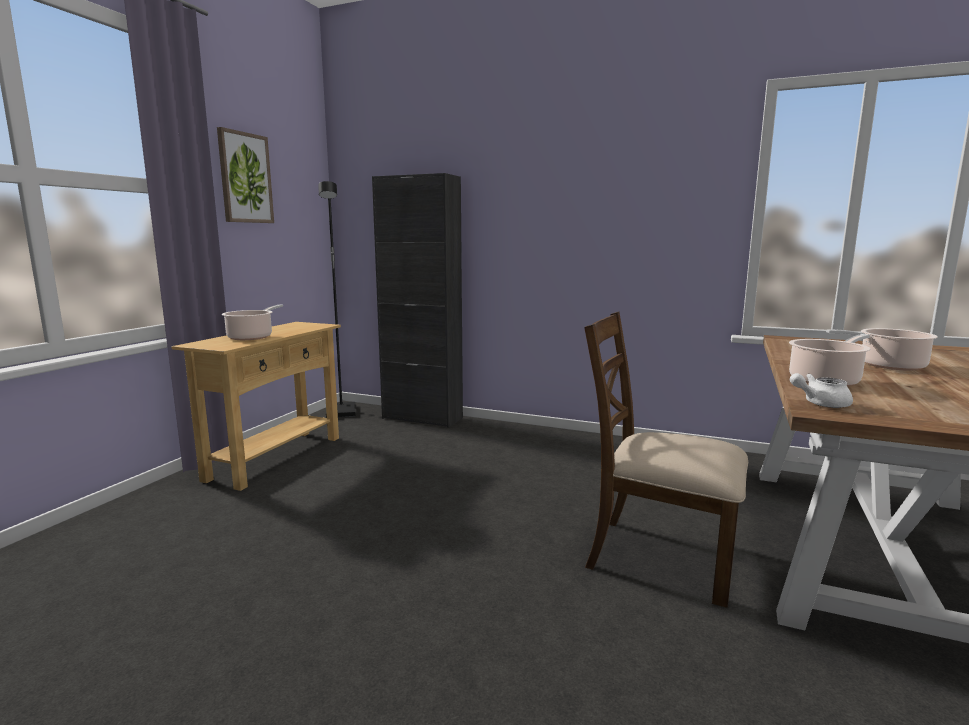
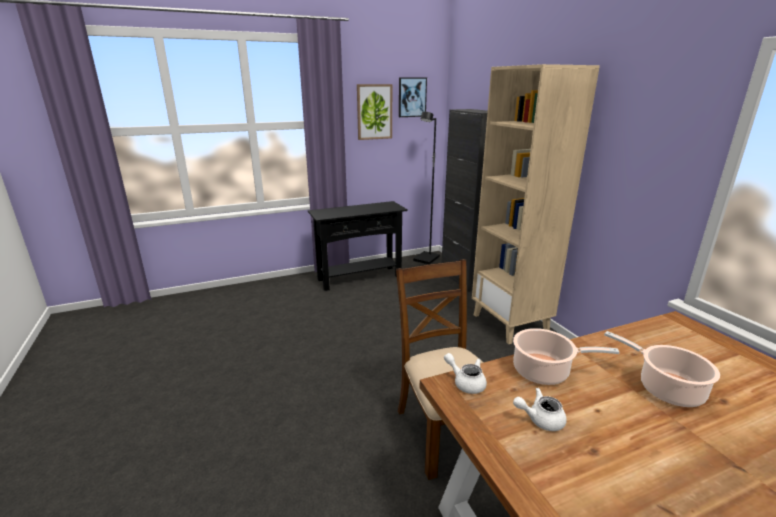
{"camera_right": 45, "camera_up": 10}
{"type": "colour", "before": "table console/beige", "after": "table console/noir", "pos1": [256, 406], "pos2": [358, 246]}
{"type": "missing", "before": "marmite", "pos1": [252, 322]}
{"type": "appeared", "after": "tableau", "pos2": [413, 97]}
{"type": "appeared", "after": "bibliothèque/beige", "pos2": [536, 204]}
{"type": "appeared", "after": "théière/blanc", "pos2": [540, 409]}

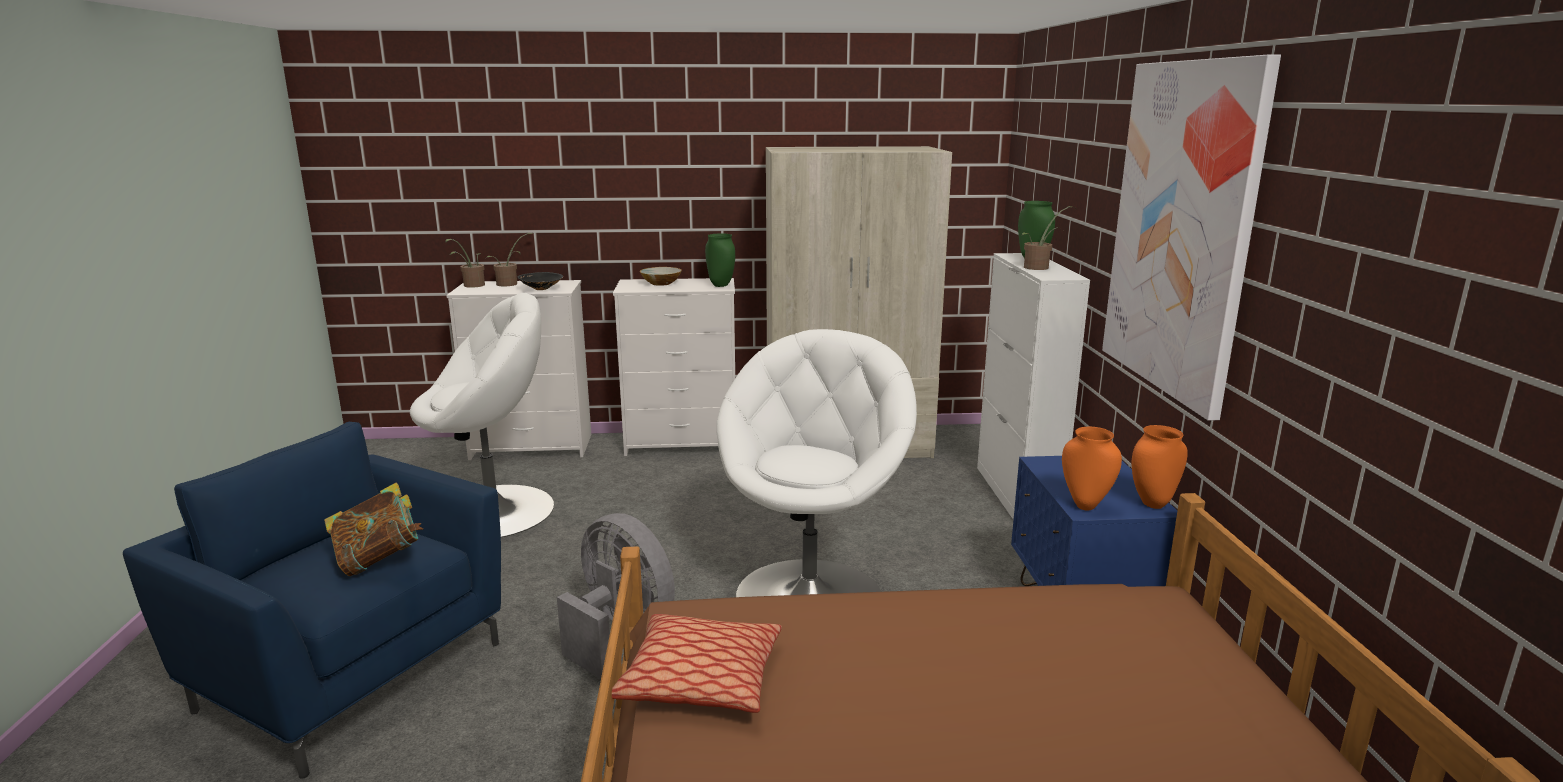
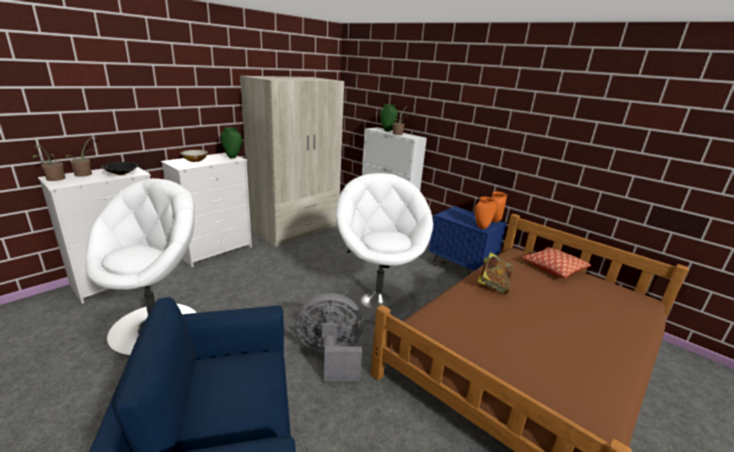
{"camera_right": -45, "camera_up": 5}
{"type": "relocated", "before": "livre", "pos1": [373, 529], "pos2": [495, 273]}
{"type": "relocated", "before": "coussin", "pos1": [697, 663], "pos2": [556, 262]}
{"type": "missing", "before": "tableau", "pos1": [1191, 238]}

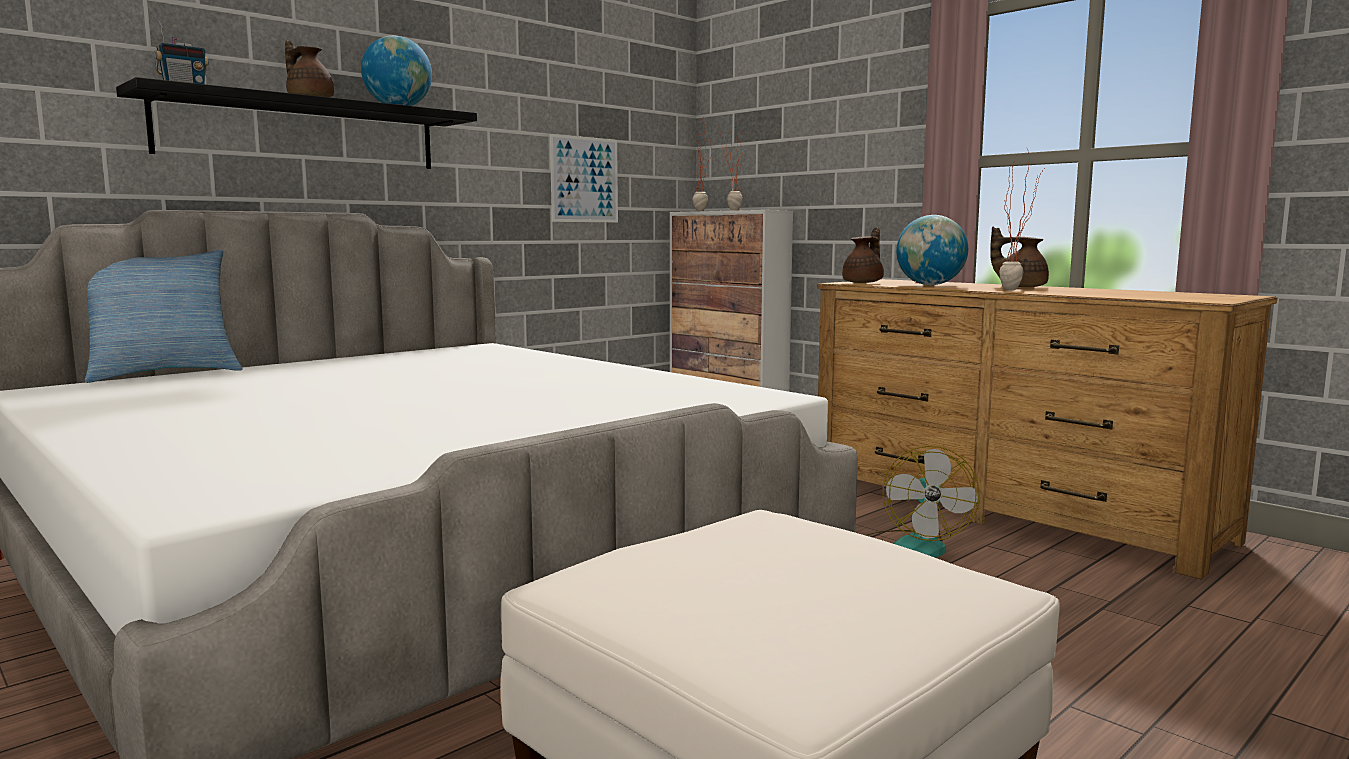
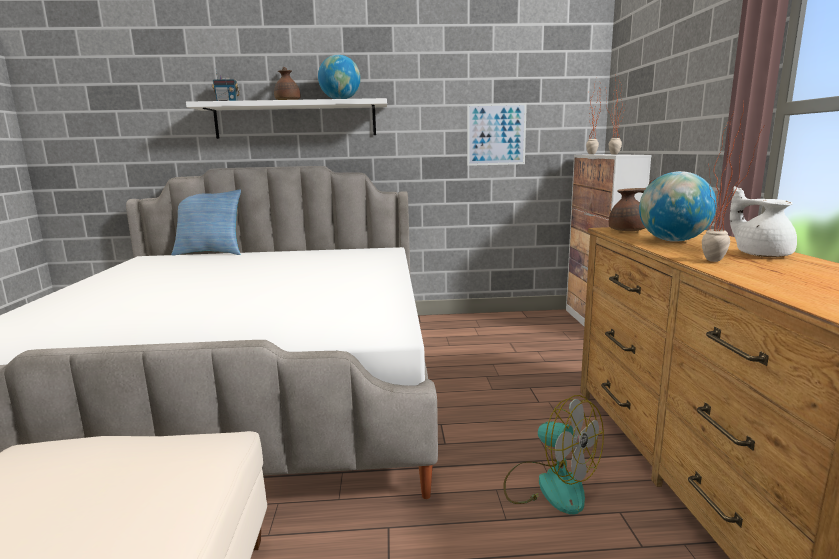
{"camera_right": 40, "camera_up": 5}
{"type": "colour", "before": "étagère/noir", "after": "étagère/blanc", "pos1": [296, 123], "pos2": [286, 118]}
{"type": "spun", "before": "ventilateur", "pos1": [922, 502], "pos2": [553, 455], "turn": -90}
{"type": "colour", "before": "théière/marron", "after": "théière/blanc", "pos1": [1019, 256], "pos2": [763, 221]}

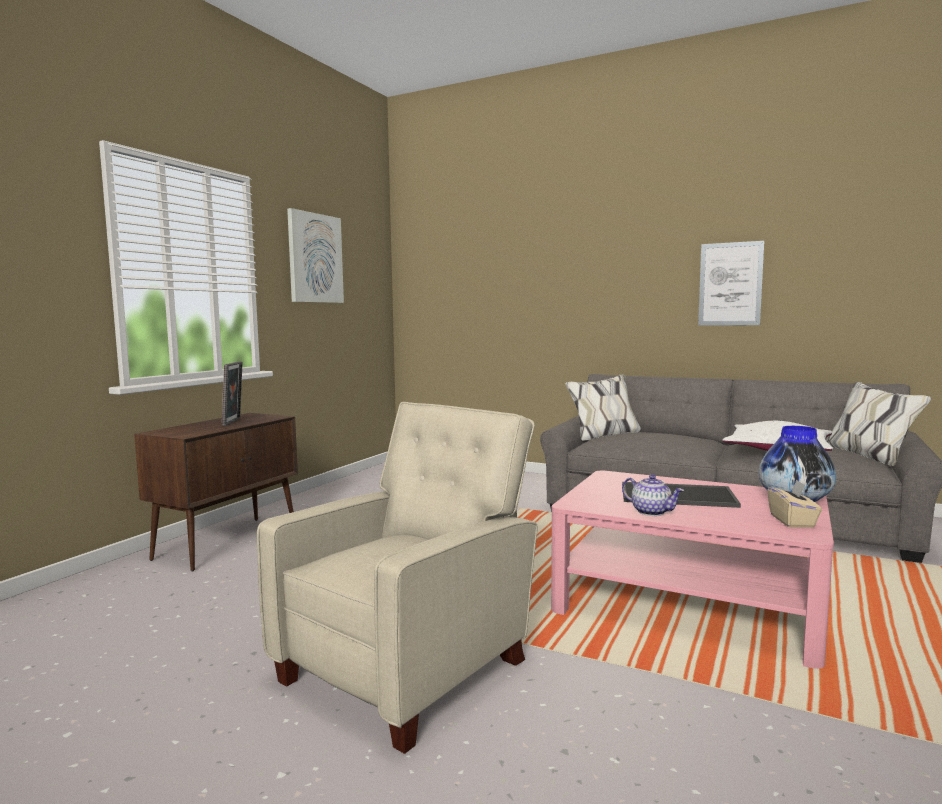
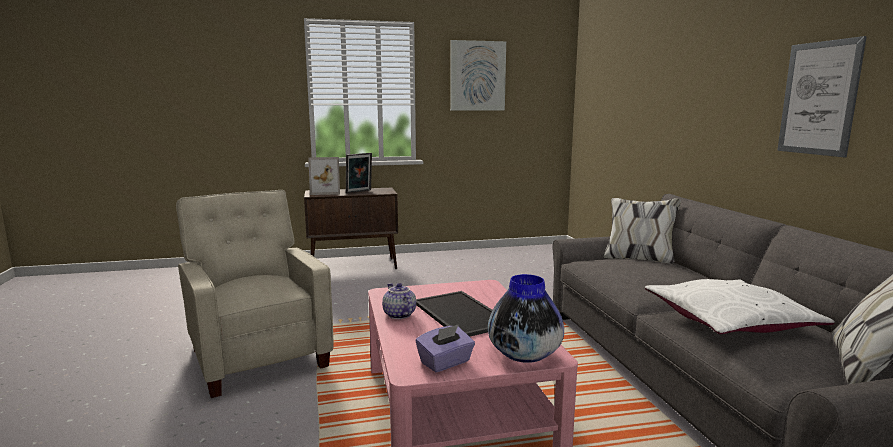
{"camera_right": 50, "camera_up": 5}
{"type": "spun", "before": "fauteuil/beige", "pos1": [397, 578], "pos2": [255, 294], "turn": -120}
{"type": "spun", "before": "théière", "pos1": [653, 495], "pos2": [399, 301], "turn": 150}
{"type": "colour", "before": "boîte à mouchoirs/beige", "after": "boîte à mouchoirs/violet", "pos1": [794, 504], "pos2": [445, 348]}
{"type": "appeared", "after": "cadre photo", "pos2": [324, 176]}

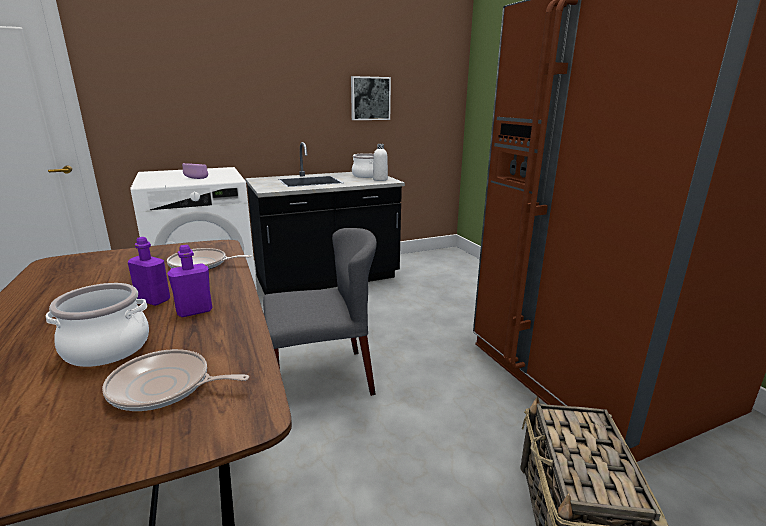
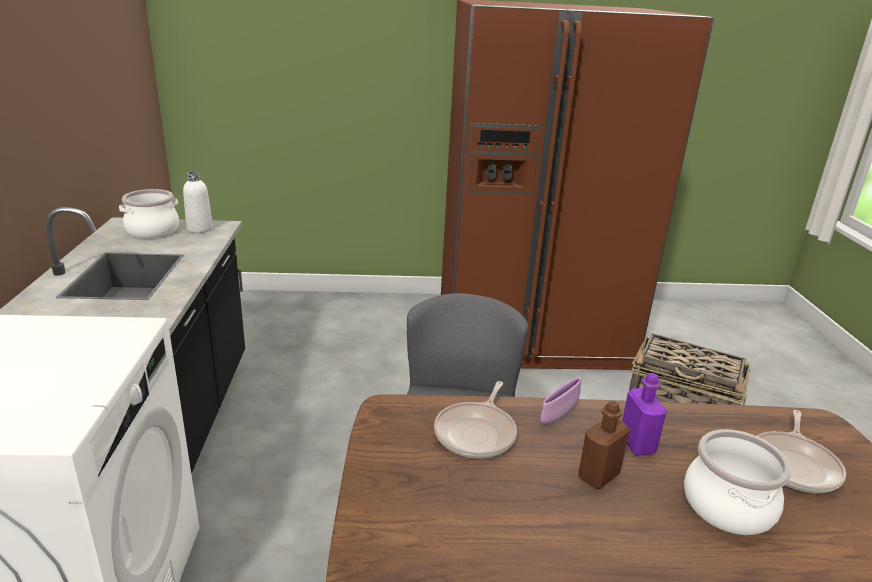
{"camera_right": -70, "camera_up": 5}
{"type": "colour", "before": "bouteille/violet", "after": "bouteille/marron", "pos1": [149, 271], "pos2": [604, 445]}
{"type": "relocated", "before": "bol/violet", "pos1": [195, 171], "pos2": [560, 400]}
{"type": "missing", "before": "tableau", "pos1": [371, 98]}

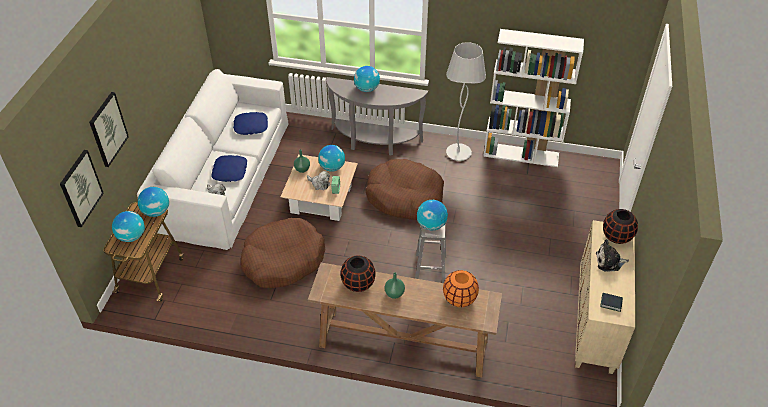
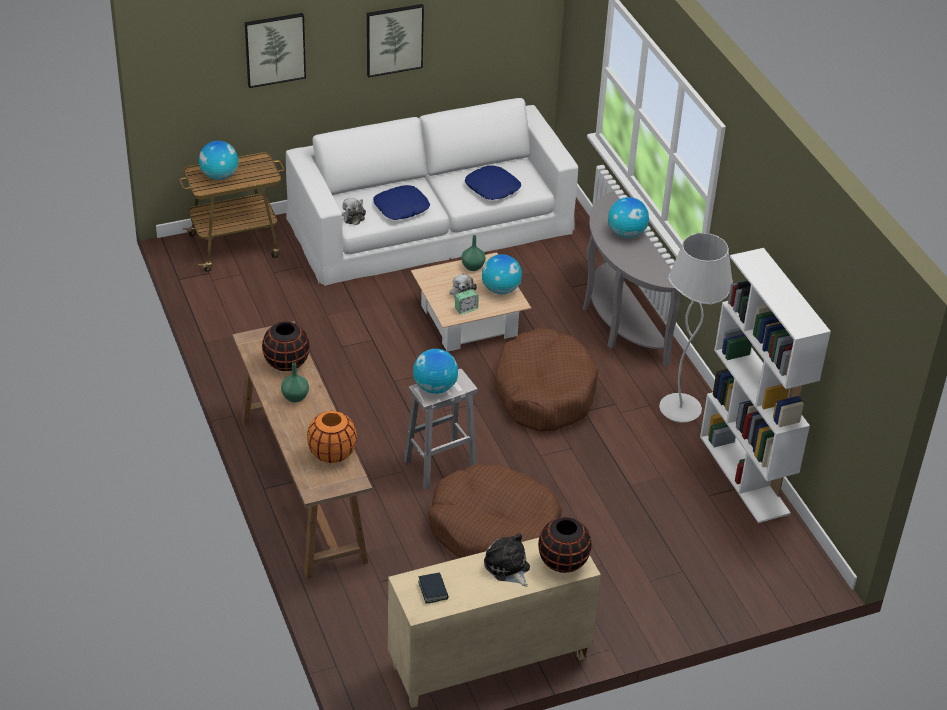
{"camera_right": 55, "camera_up": -5}
{"type": "relocated", "before": "tableau", "pos1": [82, 188], "pos2": [395, 41]}
{"type": "missing", "before": "globe", "pos1": [153, 202]}
{"type": "relocated", "before": "panier pour chien/marron", "pos1": [283, 253], "pos2": [495, 511]}

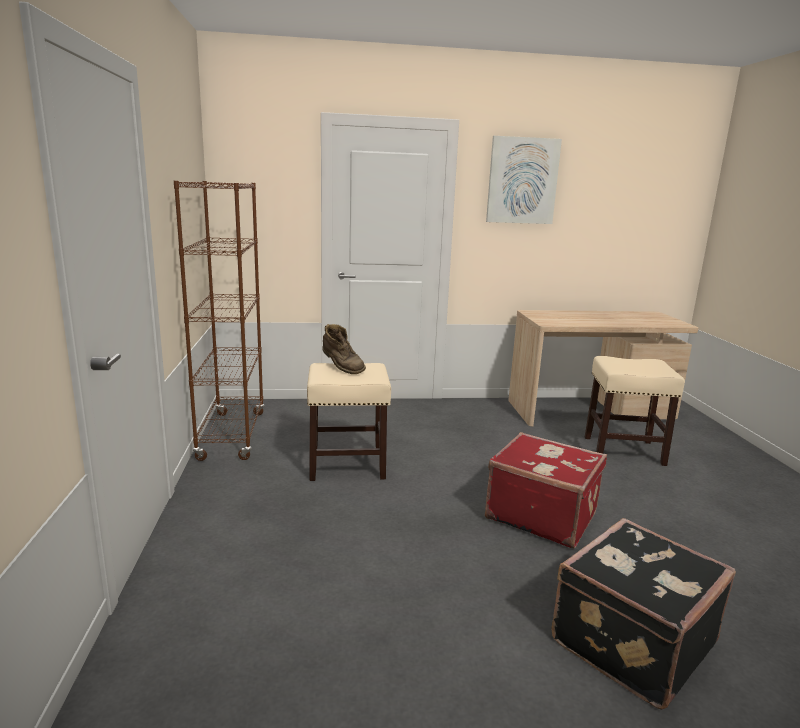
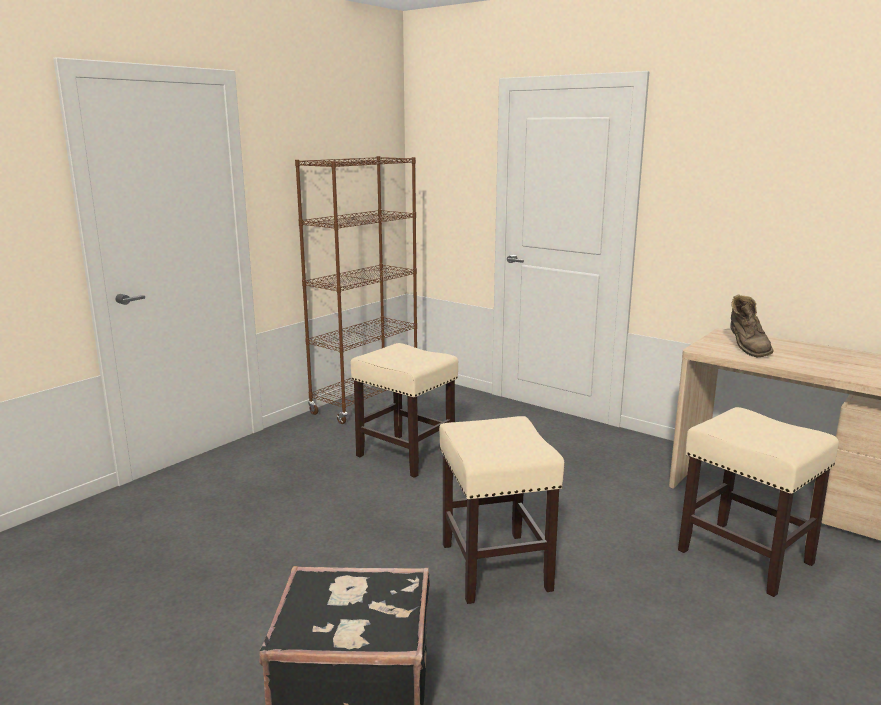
{"camera_right": 45, "camera_up": 0}
{"type": "relocated", "before": "botte/marron", "pos1": [344, 349], "pos2": [752, 326]}
{"type": "exchanged", "before": "valise/rouge", "after": "tabouret/beige", "pos1": [546, 490], "pos2": [502, 510]}
{"type": "missing", "before": "tableau", "pos1": [524, 180]}

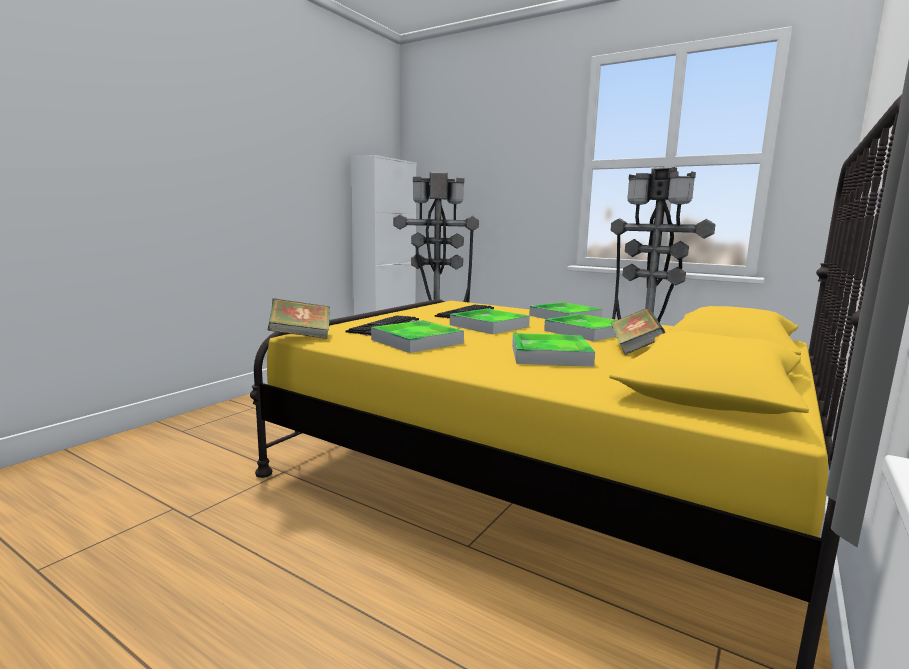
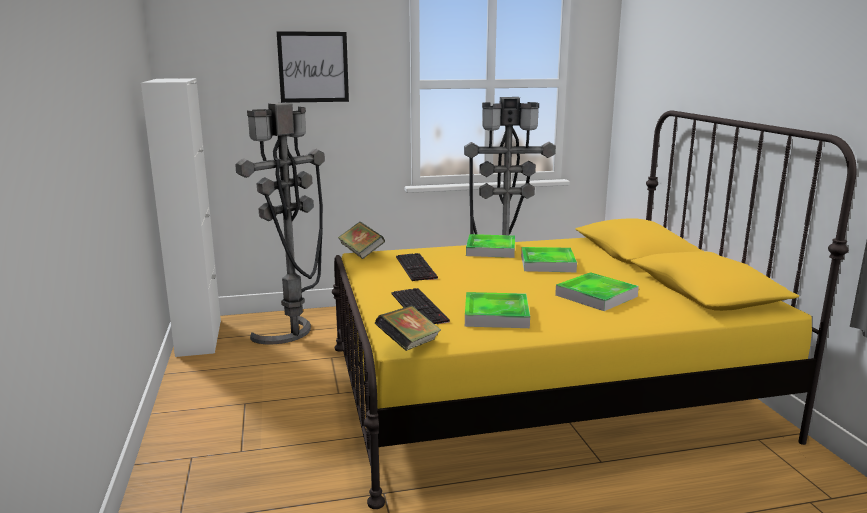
{"camera_right": -45, "camera_up": 5}
{"type": "missing", "before": "plateau", "pos1": [490, 321]}
{"type": "relocated", "before": "livre", "pos1": [637, 331], "pos2": [361, 240]}
{"type": "appeared", "after": "tableau", "pos2": [313, 67]}

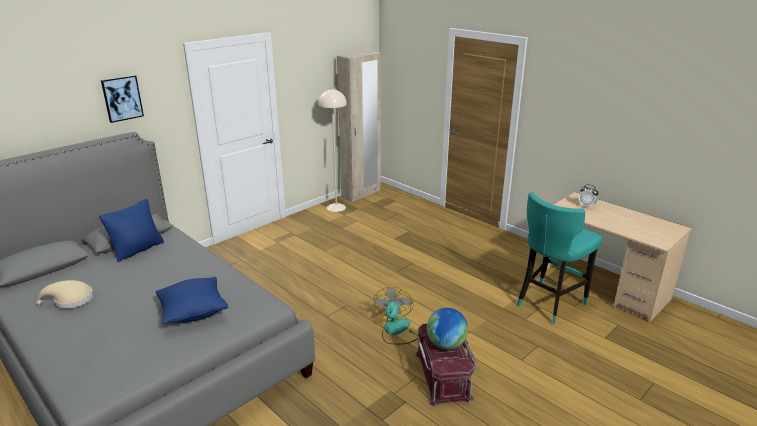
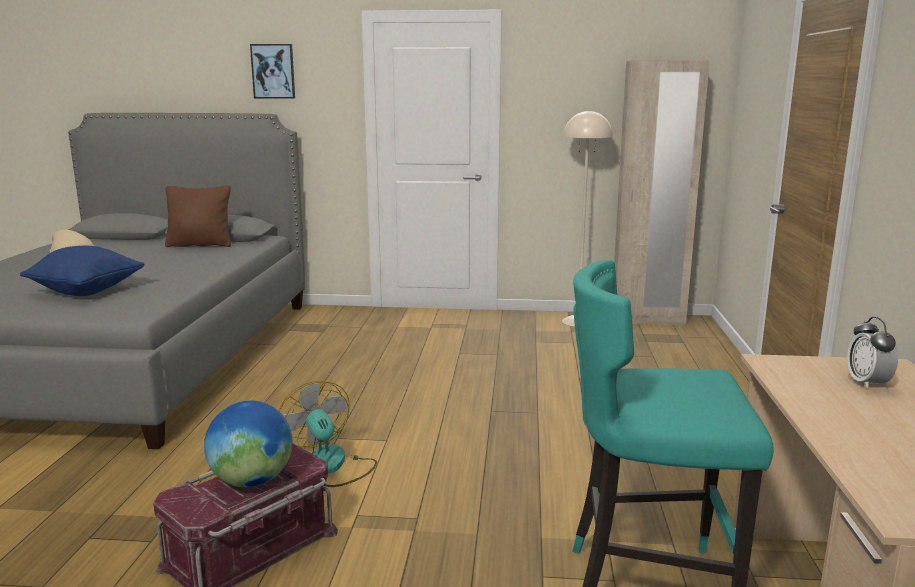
{"camera_right": 50, "camera_up": -10}
{"type": "colour", "before": "coussin/bleu", "after": "coussin/marron", "pos1": [131, 230], "pos2": [198, 216]}
{"type": "spun", "before": "ventilateur", "pos1": [395, 316], "pos2": [328, 434], "turn": -90}

